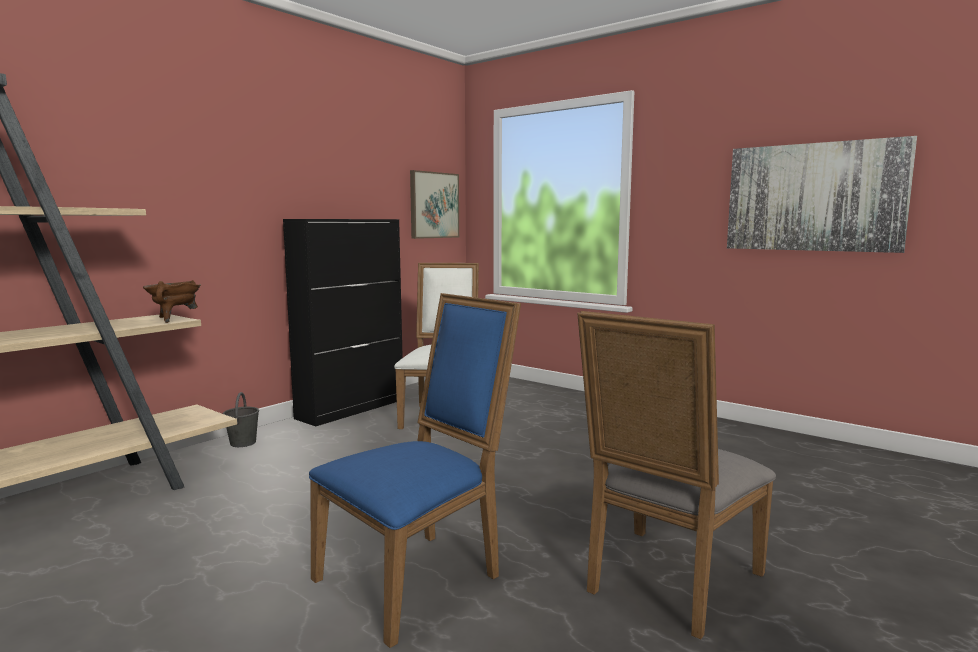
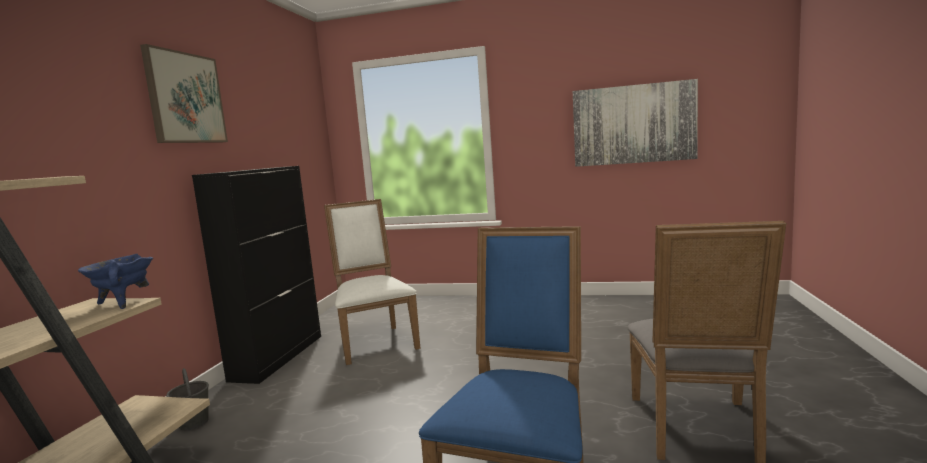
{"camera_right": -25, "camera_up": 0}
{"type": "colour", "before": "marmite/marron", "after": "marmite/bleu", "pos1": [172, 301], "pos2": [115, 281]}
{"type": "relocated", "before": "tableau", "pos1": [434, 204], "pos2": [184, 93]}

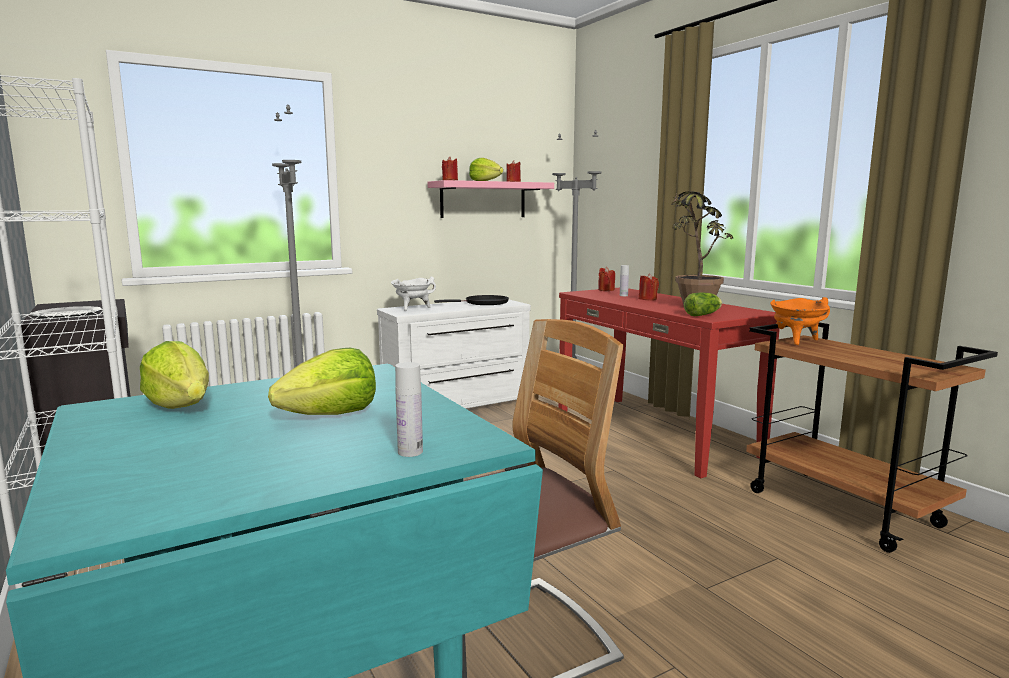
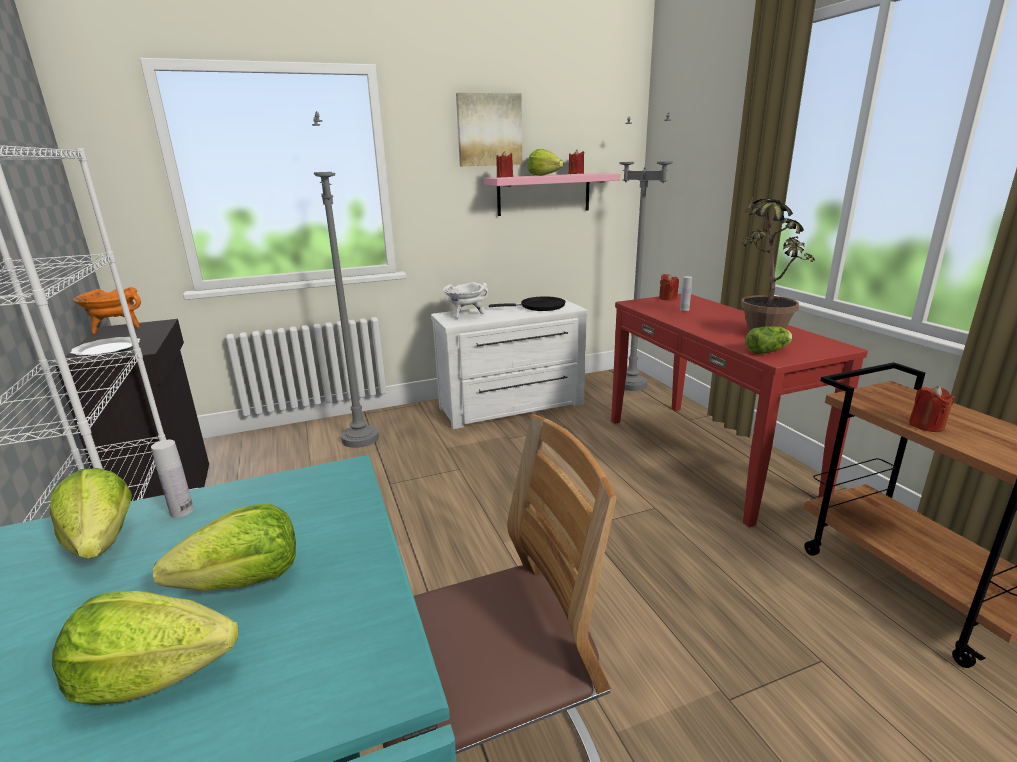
{"camera_right": 10, "camera_up": 10}
{"type": "relocated", "before": "bouteille/blanc", "pos1": [409, 409], "pos2": [172, 479]}
{"type": "relocated", "before": "bougie/rouge", "pos1": [649, 287], "pos2": [932, 409]}
{"type": "relocated", "before": "marmite/orange", "pos1": [800, 321], "pos2": [107, 310]}
{"type": "appeared", "after": "laitue", "pos2": [145, 648]}
{"type": "appeared", "after": "tableau", "pos2": [489, 129]}

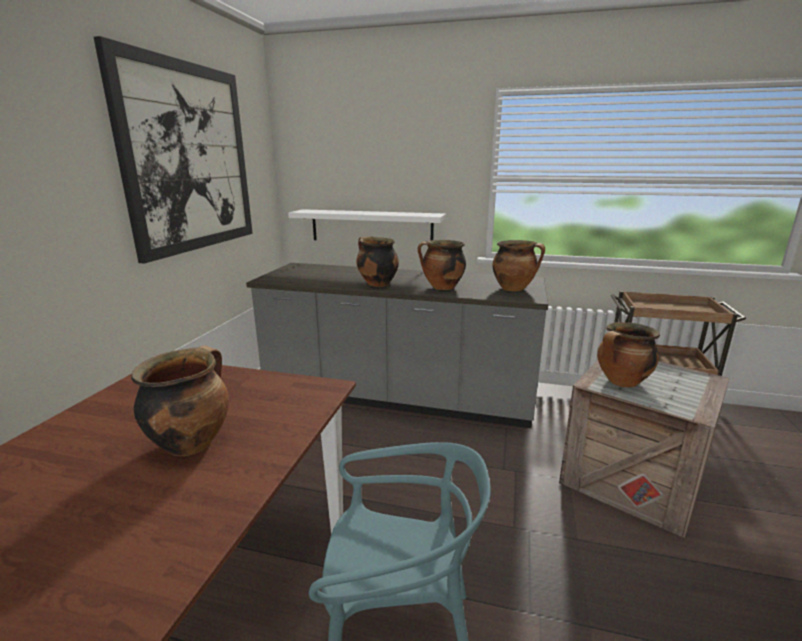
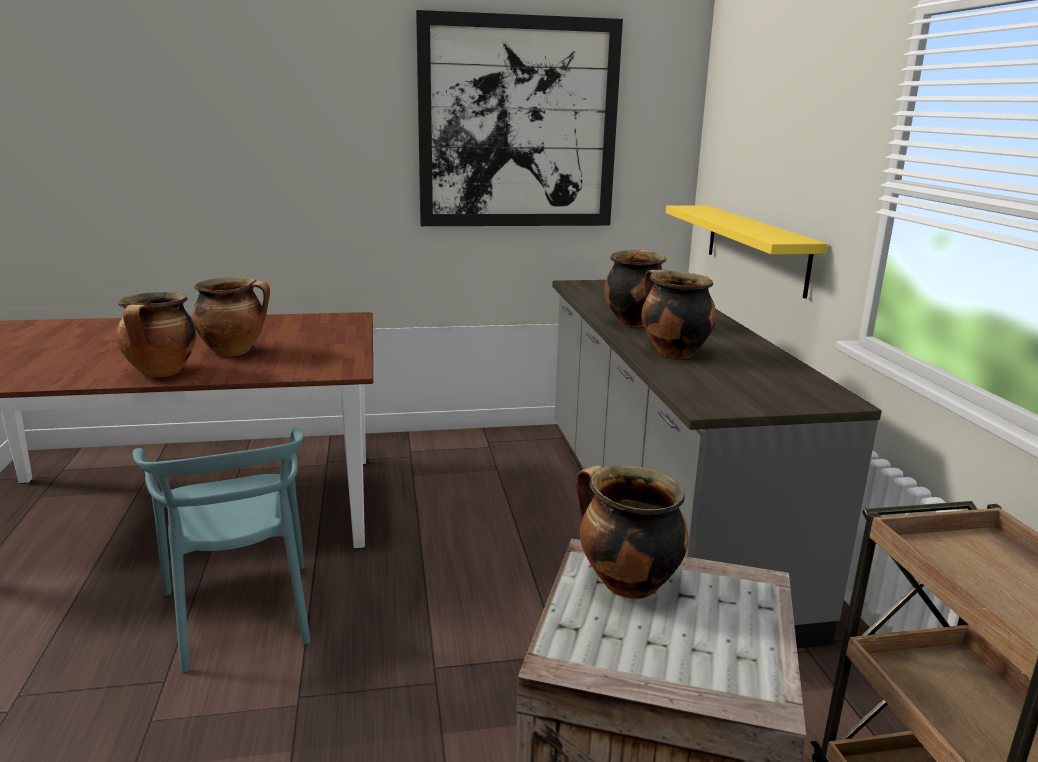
{"camera_right": 65, "camera_up": 0}
{"type": "colour", "before": "étagère/blanc", "after": "étagère/jaune", "pos1": [367, 224], "pos2": [747, 252]}
{"type": "relocated", "before": "marmite", "pos1": [518, 265], "pos2": [156, 334]}

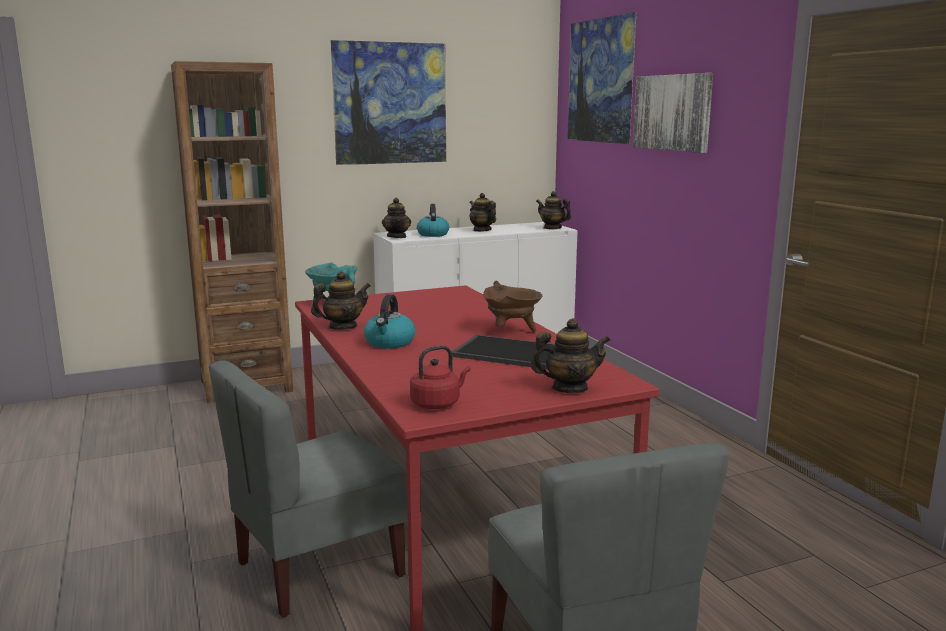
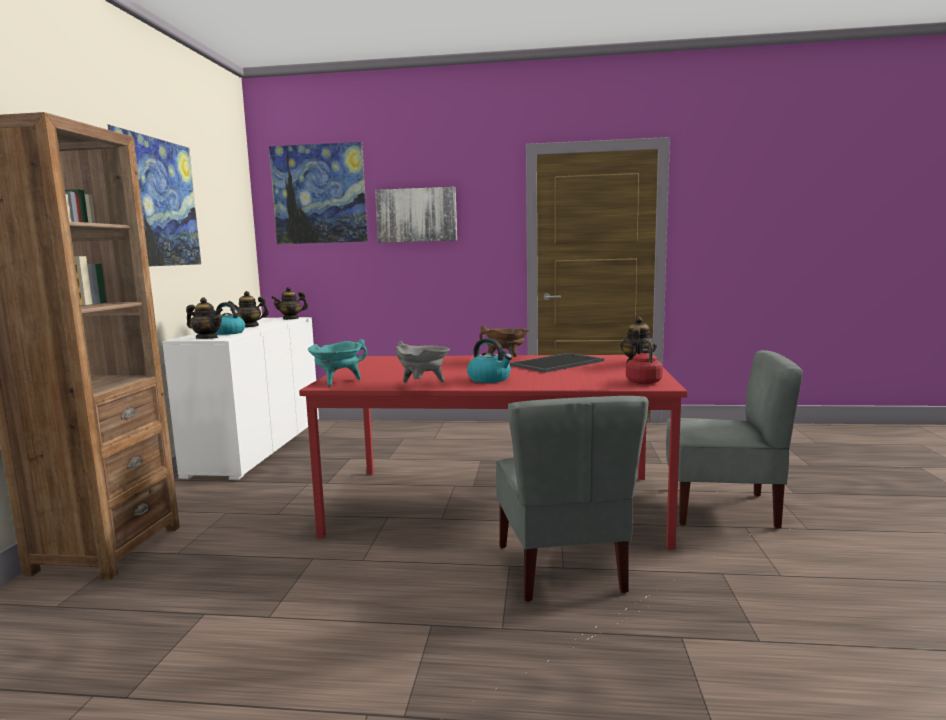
{"camera_right": -60, "camera_up": -5}
{"type": "exchanged", "before": "théière", "after": "marmite/gris", "pos1": [340, 300], "pos2": [422, 362]}

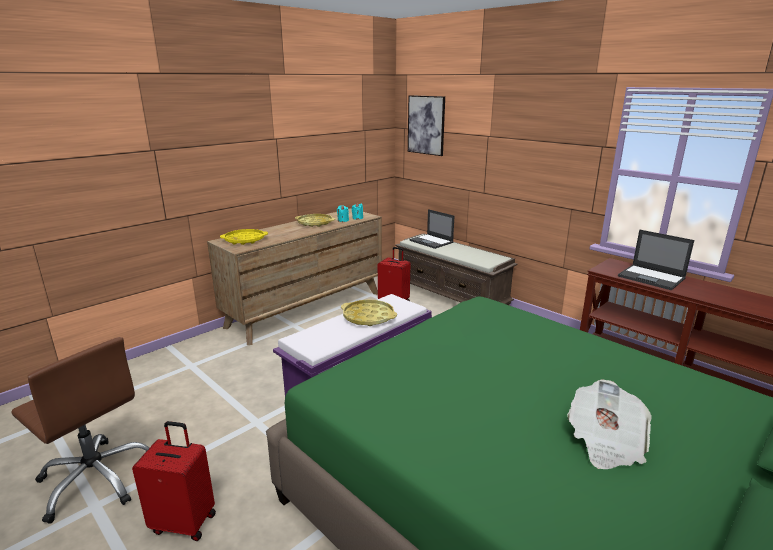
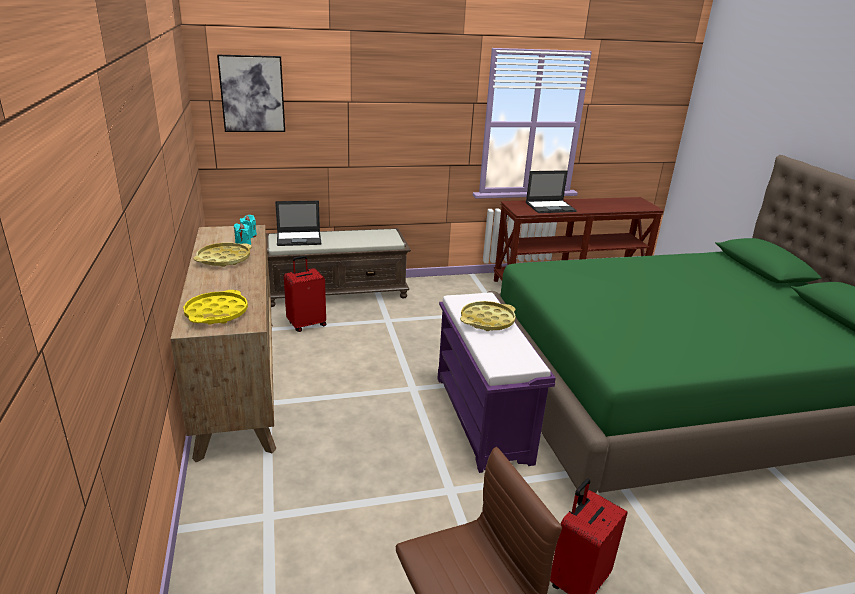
{"camera_right": -60, "camera_up": 5}
{"type": "missing", "before": "journal", "pos1": [609, 424]}

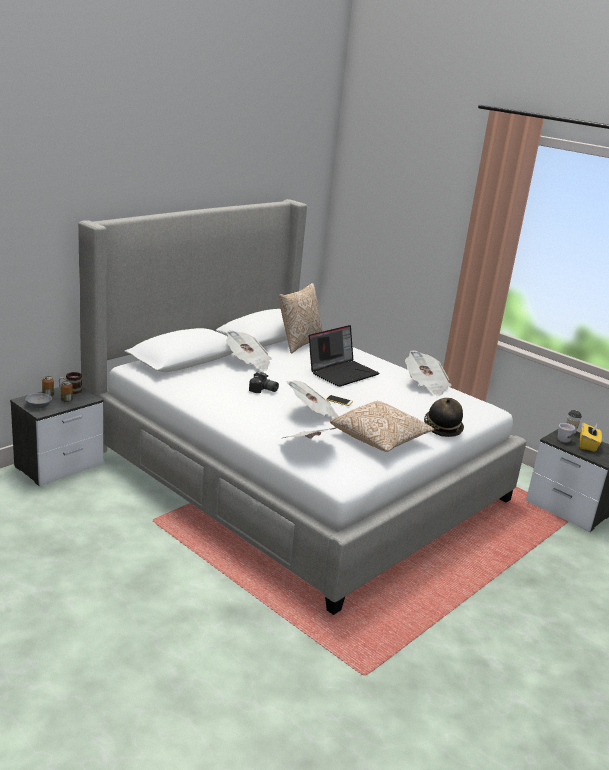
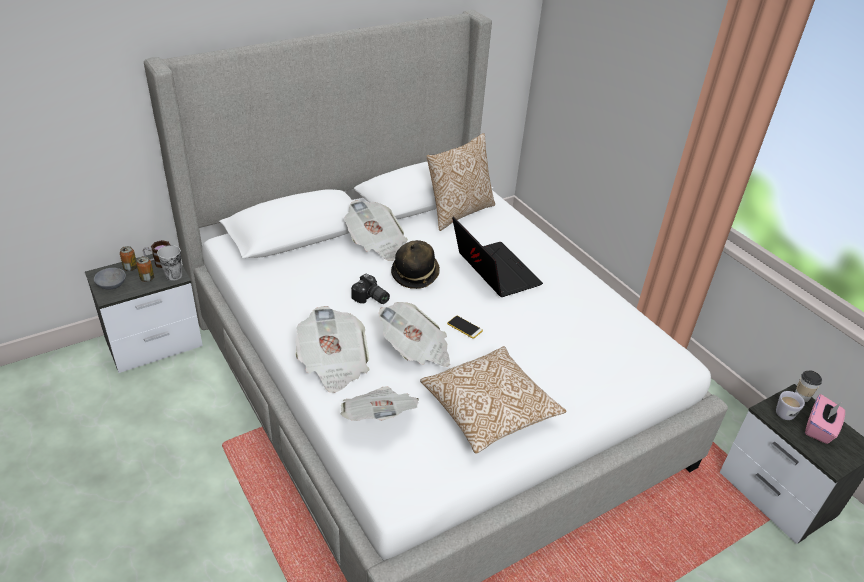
{"camera_right": 15, "camera_up": 15}
{"type": "spun", "before": "ordinateur portable", "pos1": [344, 356], "pos2": [497, 256], "turn": -90}
{"type": "relocated", "before": "journal", "pos1": [428, 373], "pos2": [332, 349]}
{"type": "relocated", "before": "chapeau", "pos1": [444, 417], "pos2": [415, 264]}
{"type": "colour", "before": "boîte à mouchoirs/jaune", "after": "boîte à mouchoirs/rose", "pos1": [591, 437], "pos2": [825, 419]}
{"type": "appeared", "after": "tasse", "pos2": [169, 263]}

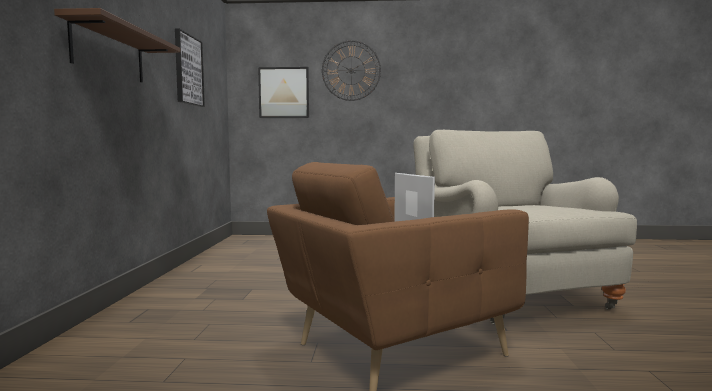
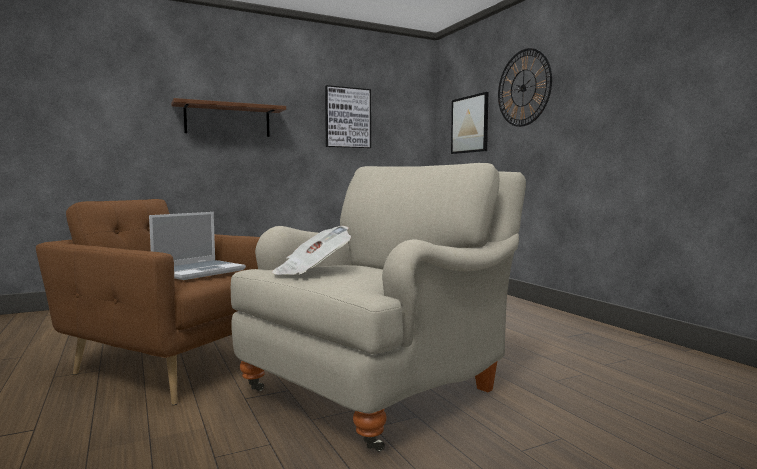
{"camera_right": 60, "camera_up": 0}
{"type": "appeared", "after": "journal", "pos2": [311, 250]}

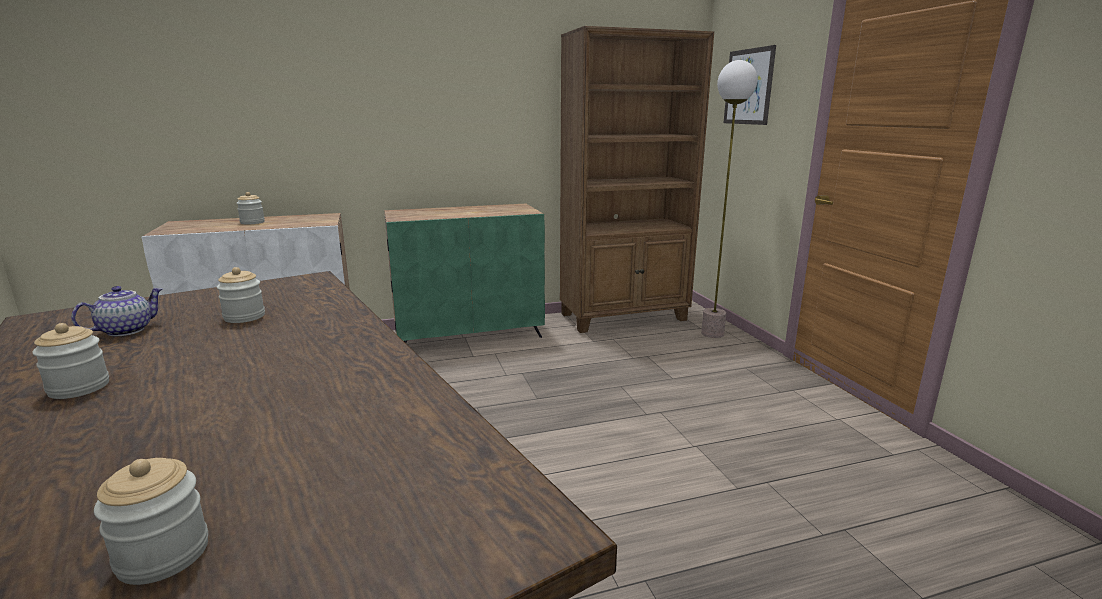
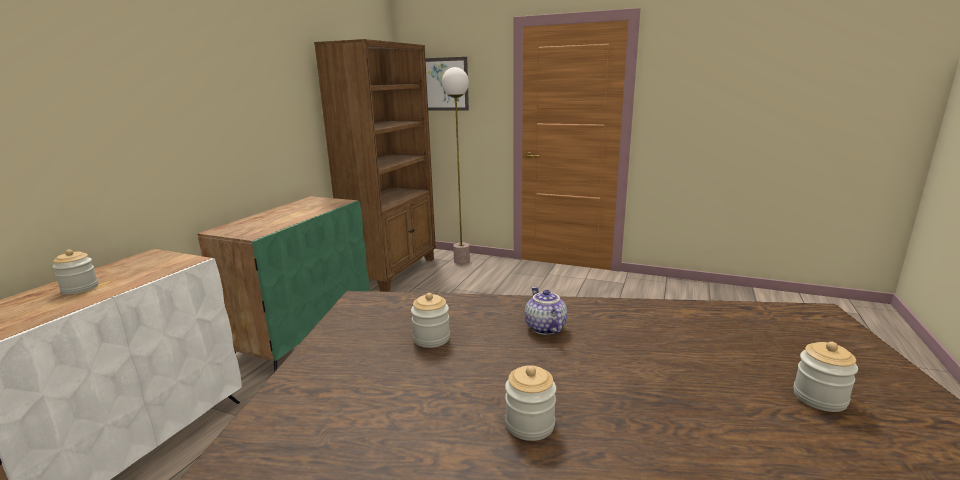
{"camera_right": -50, "camera_up": 0}
{"type": "relocated", "before": "théière", "pos1": [116, 311], "pos2": [546, 311]}

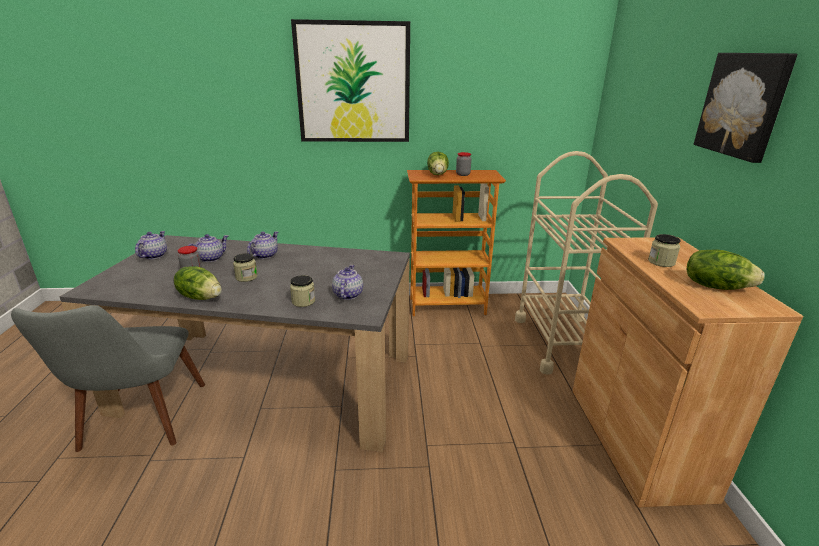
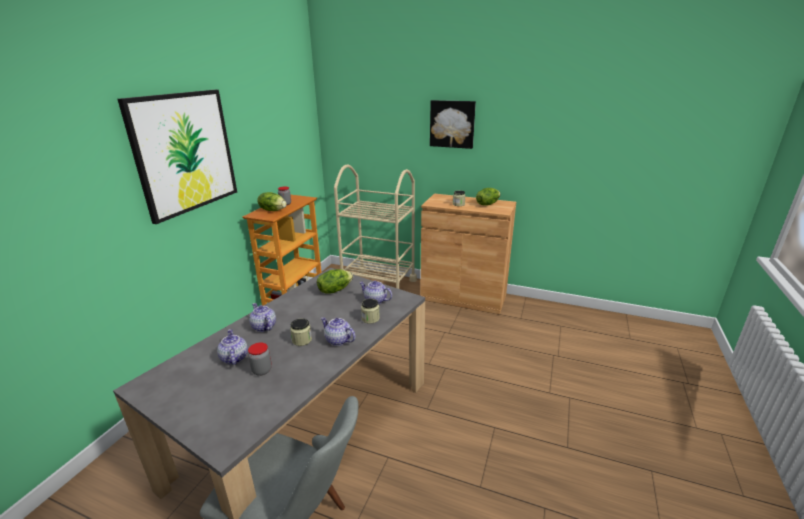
{"camera_right": -65, "camera_up": 0}
{"type": "relocated", "before": "théière", "pos1": [151, 245], "pos2": [338, 331]}
{"type": "relocated", "before": "laitue", "pos1": [198, 283], "pos2": [335, 281]}

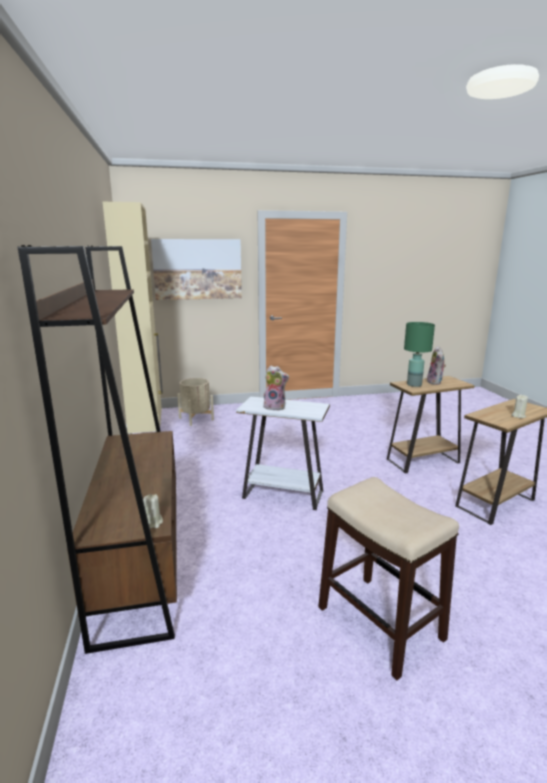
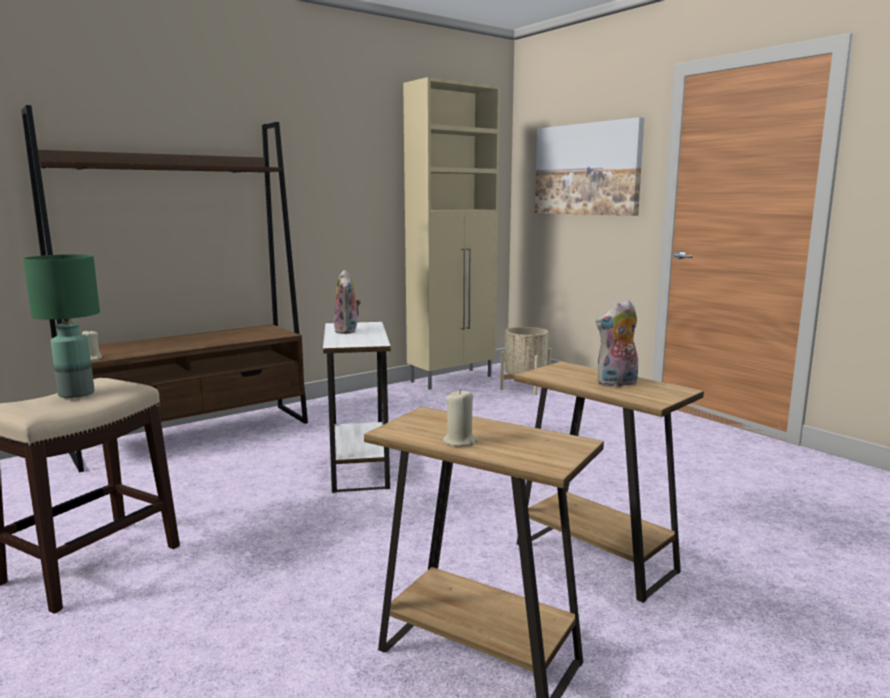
{"camera_right": 65, "camera_up": -5}
{"type": "relocated", "before": "lampe de table/vert", "pos1": [419, 354], "pos2": [61, 326]}

